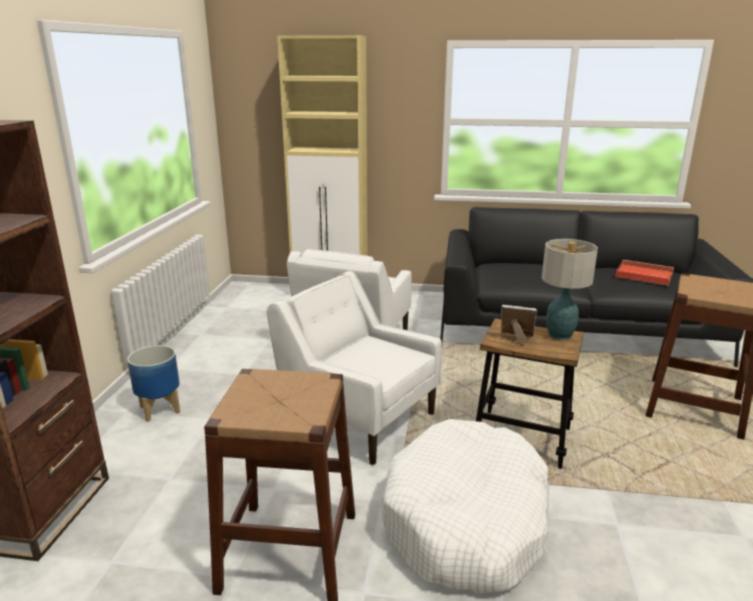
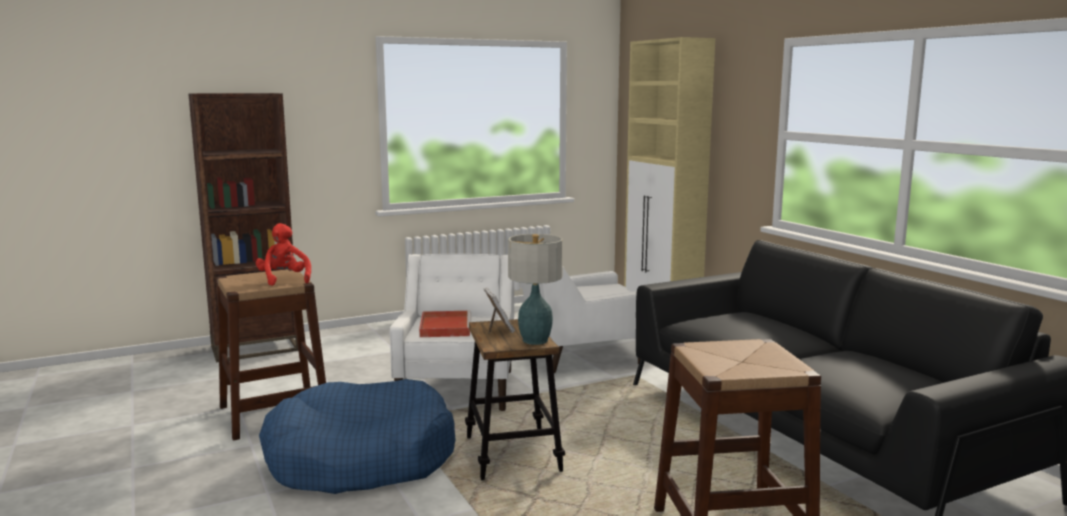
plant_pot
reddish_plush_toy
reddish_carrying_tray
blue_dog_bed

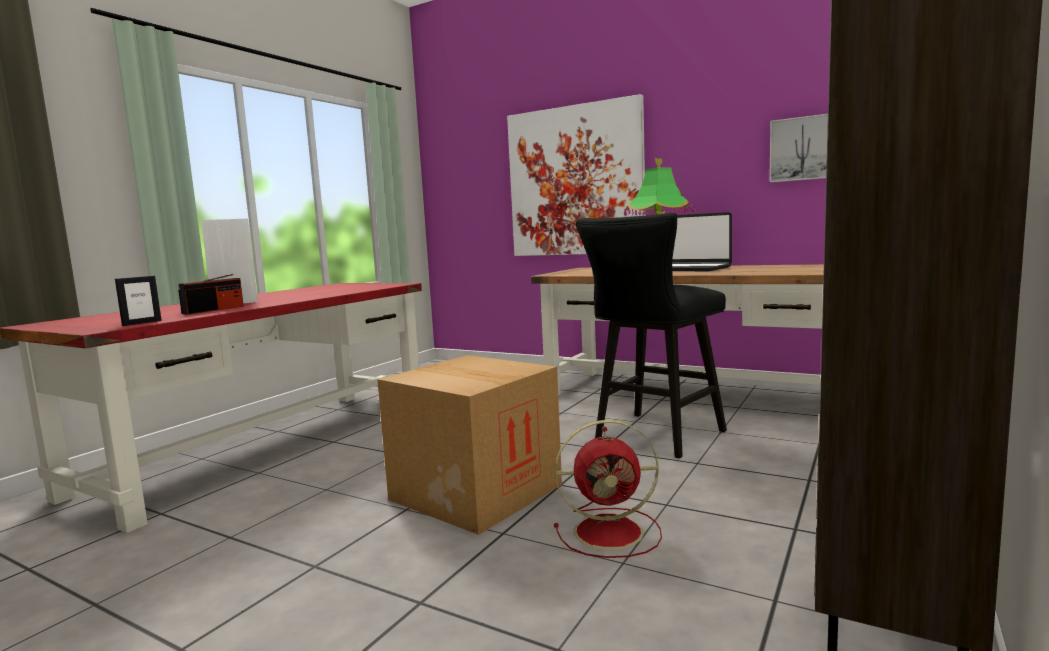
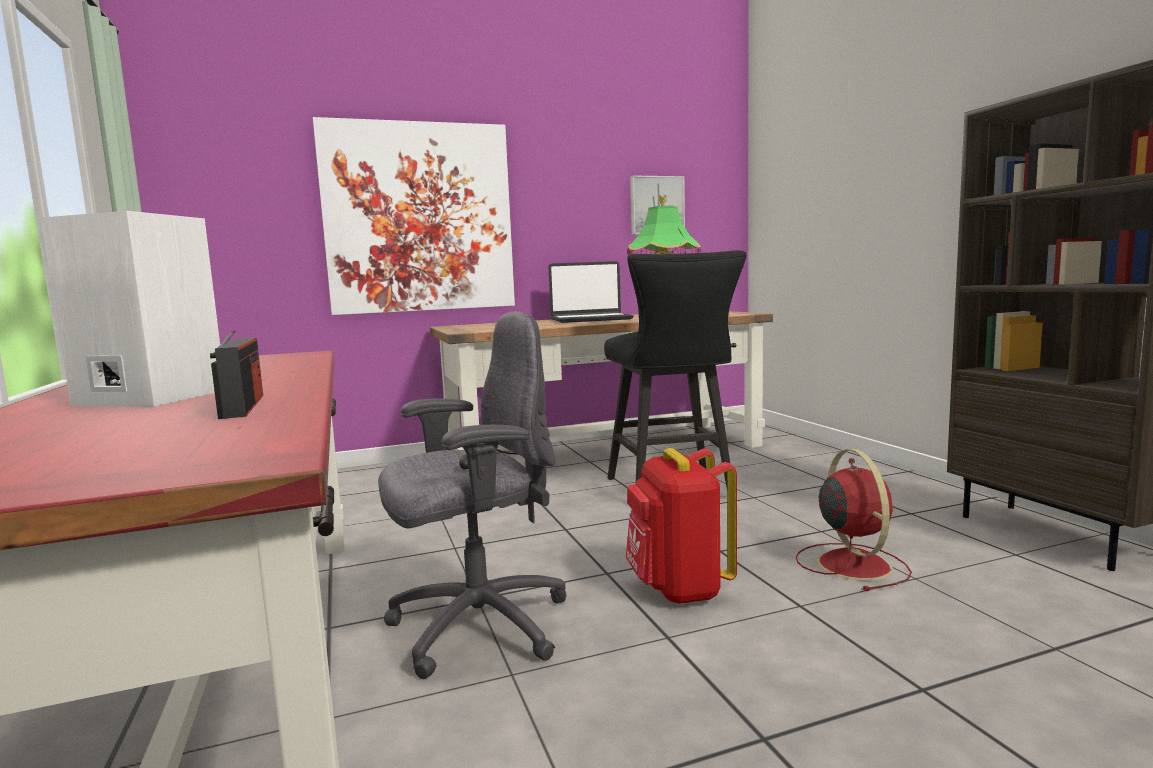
photo_frame
gray_computer_chair
reddish_backpack
reddish_cooling_fan

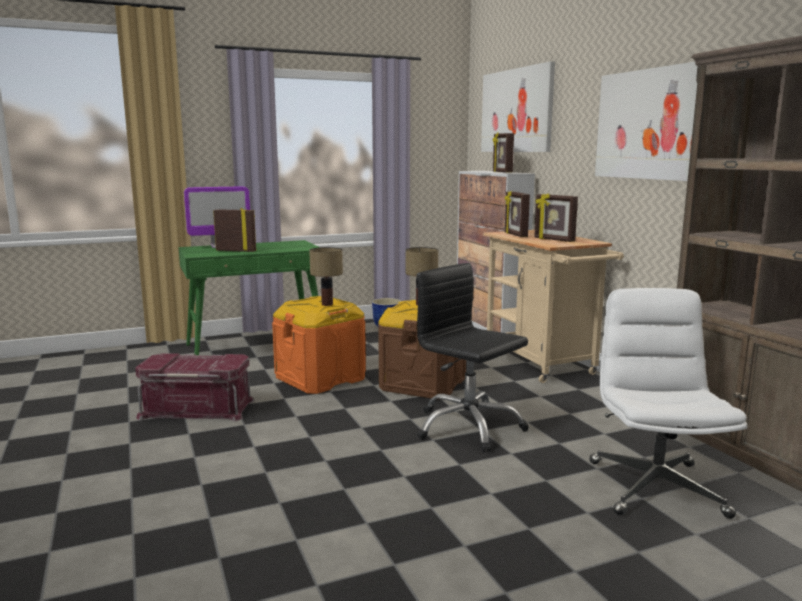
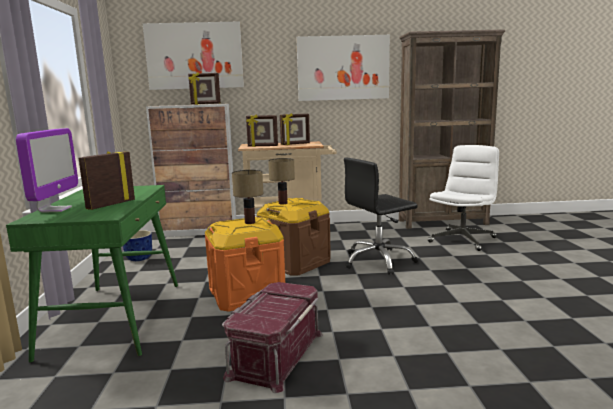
whitish_computer_chair

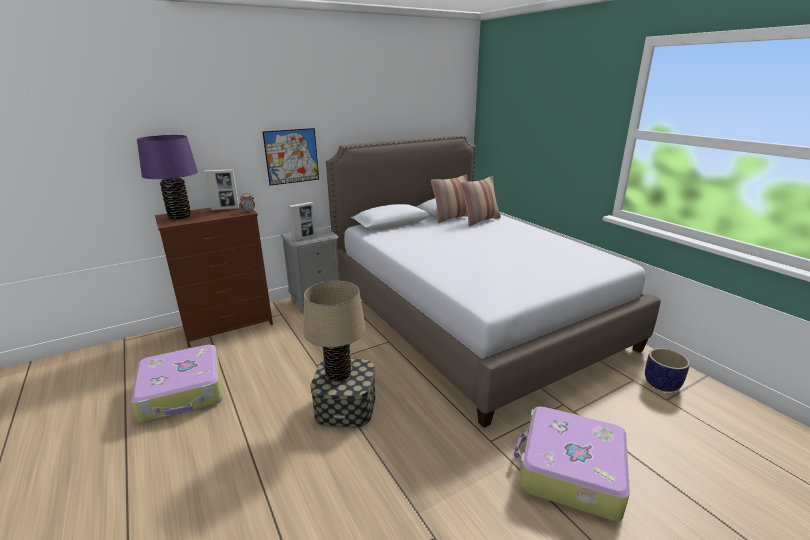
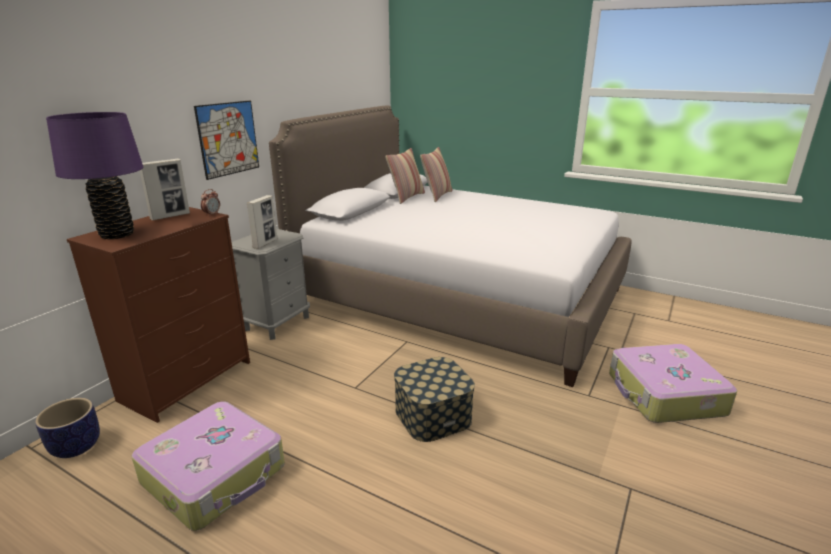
sand-coloured_table_lamp
plant_pot

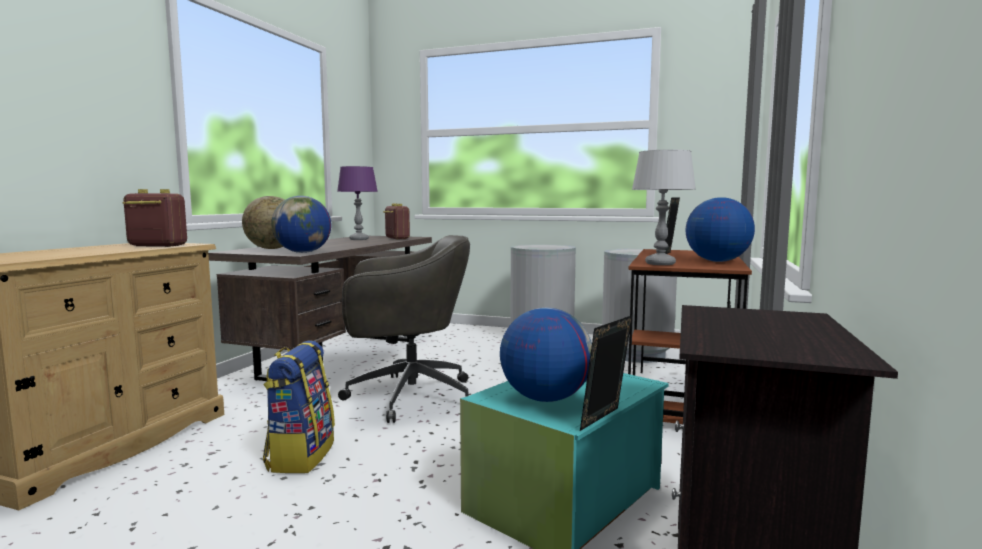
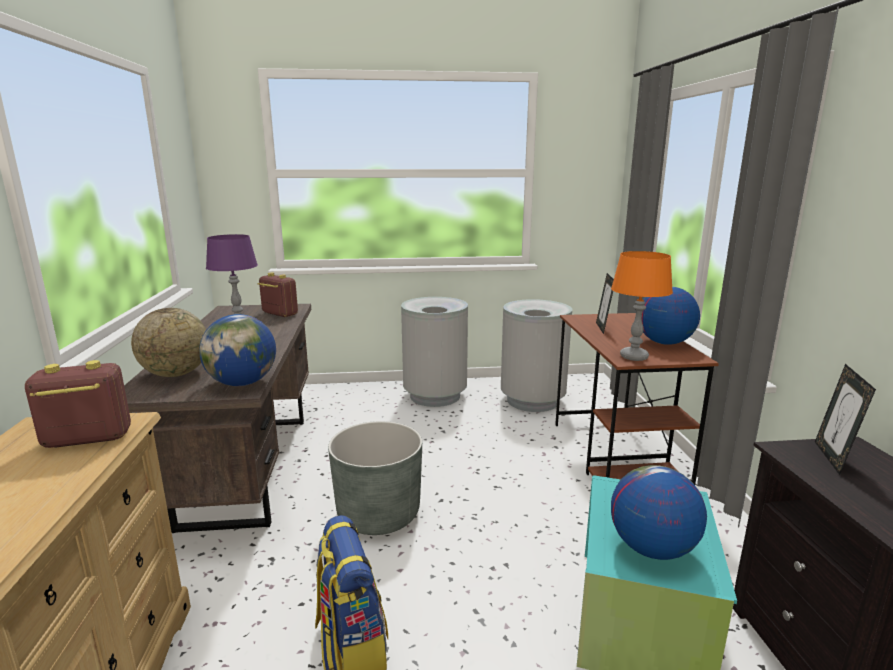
photo_frame (2nd from left)
gray_plant_pot
orangey_table_lamp

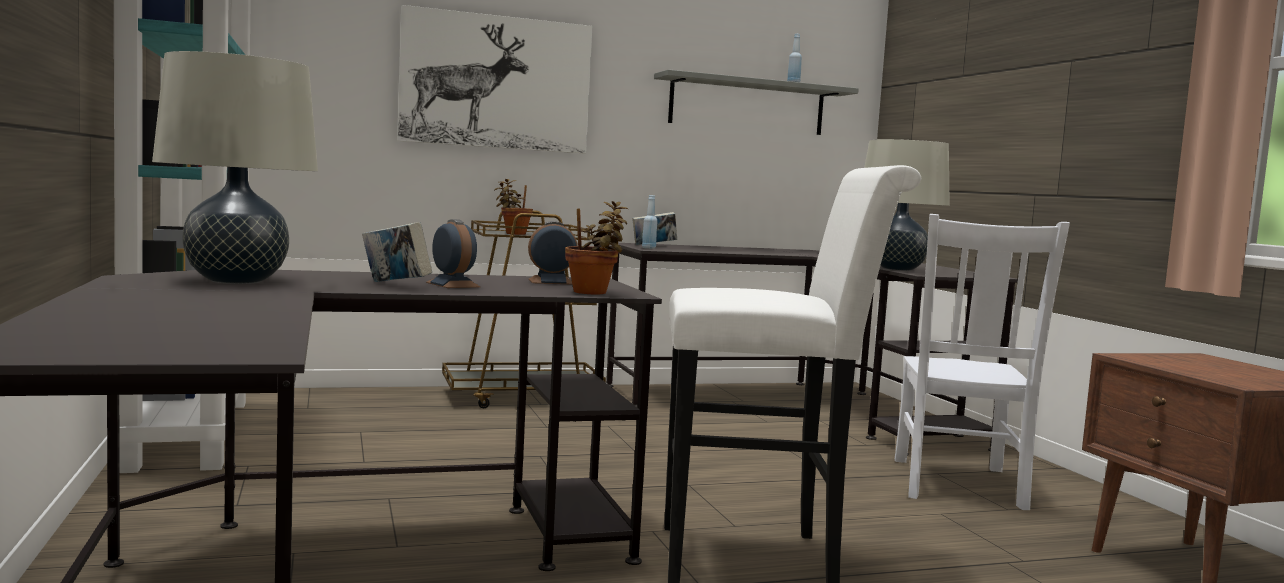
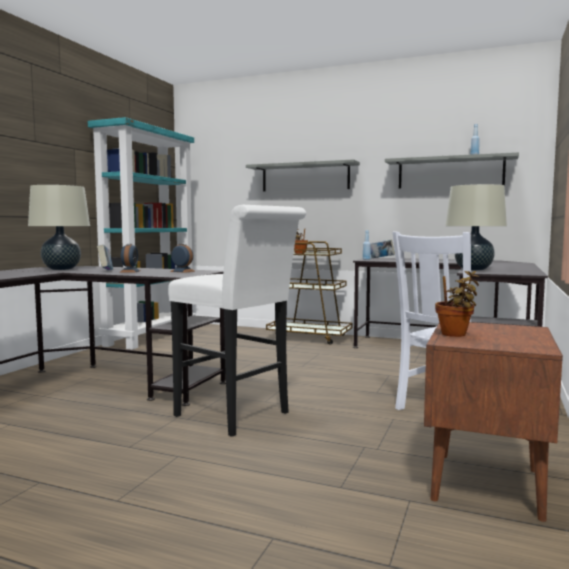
potted_plant (2nd from left)
gray_bracket_shelf (1st from left)

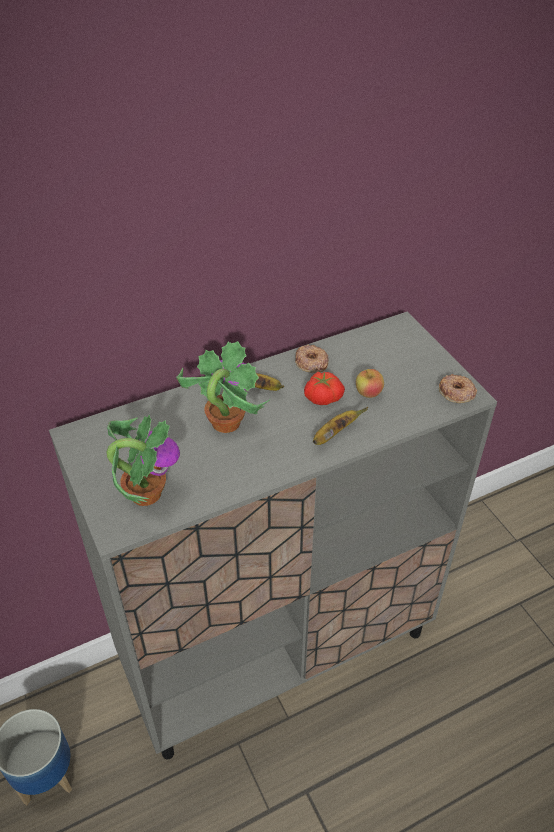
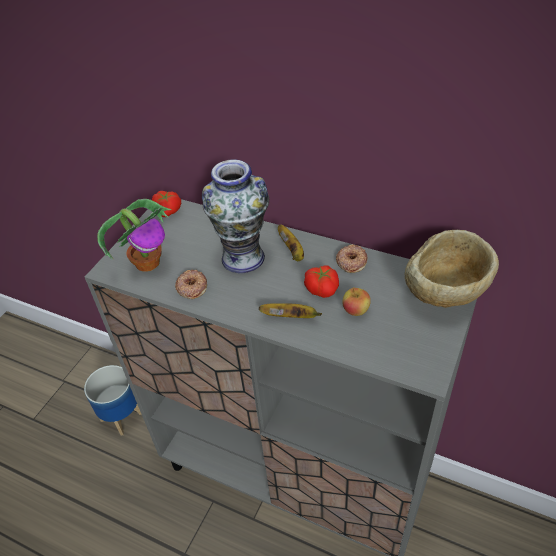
fresh_tomato (1st from left)
sand-coloured_deep_dish
ring_doughnut (1st from left)
vase

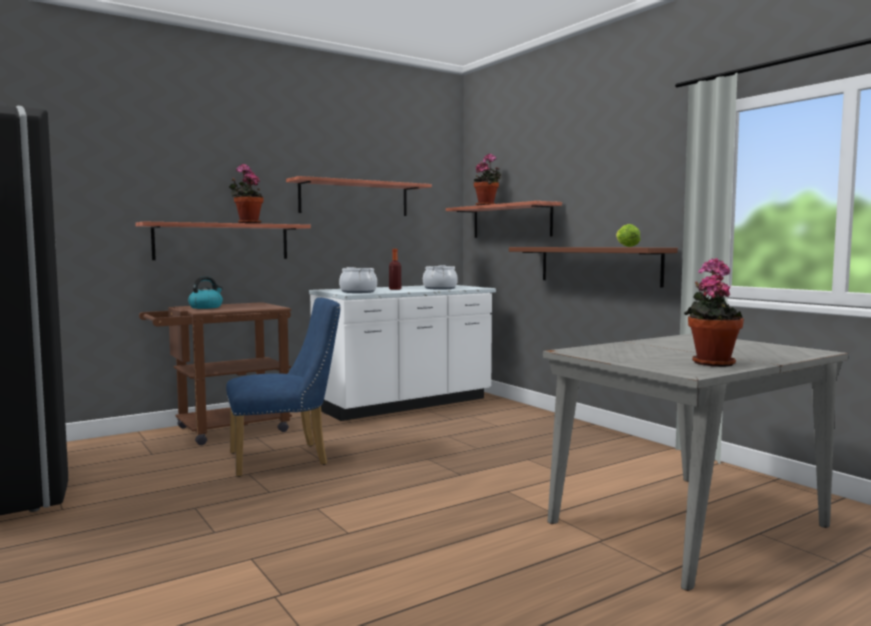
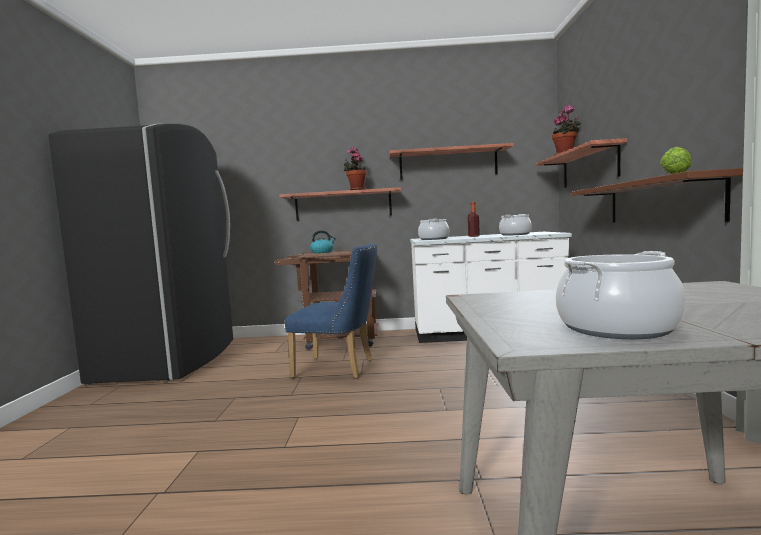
stockpot (3rd from left)

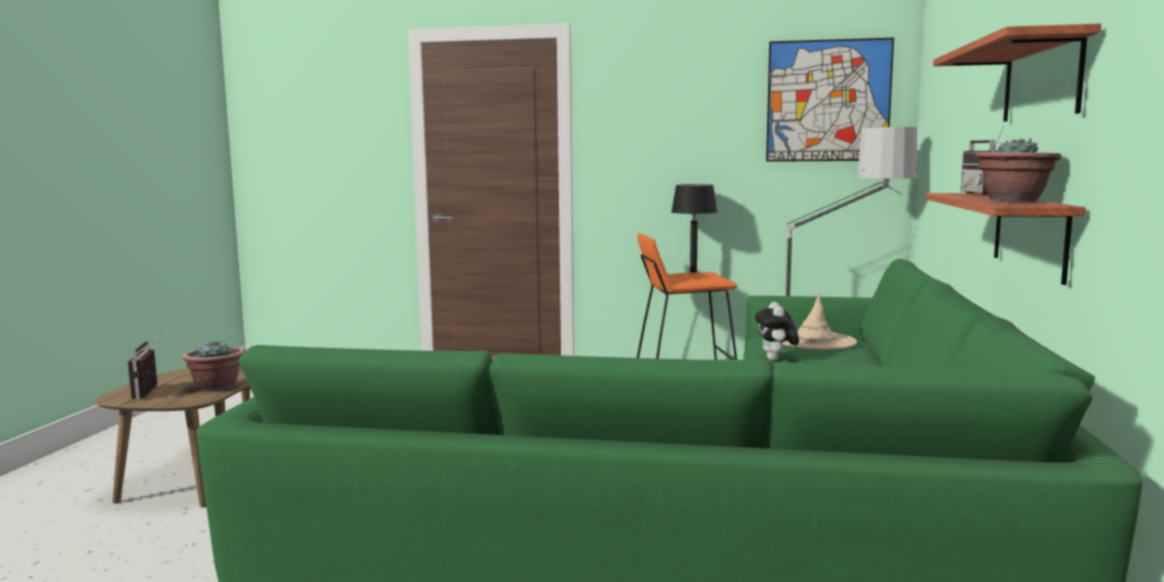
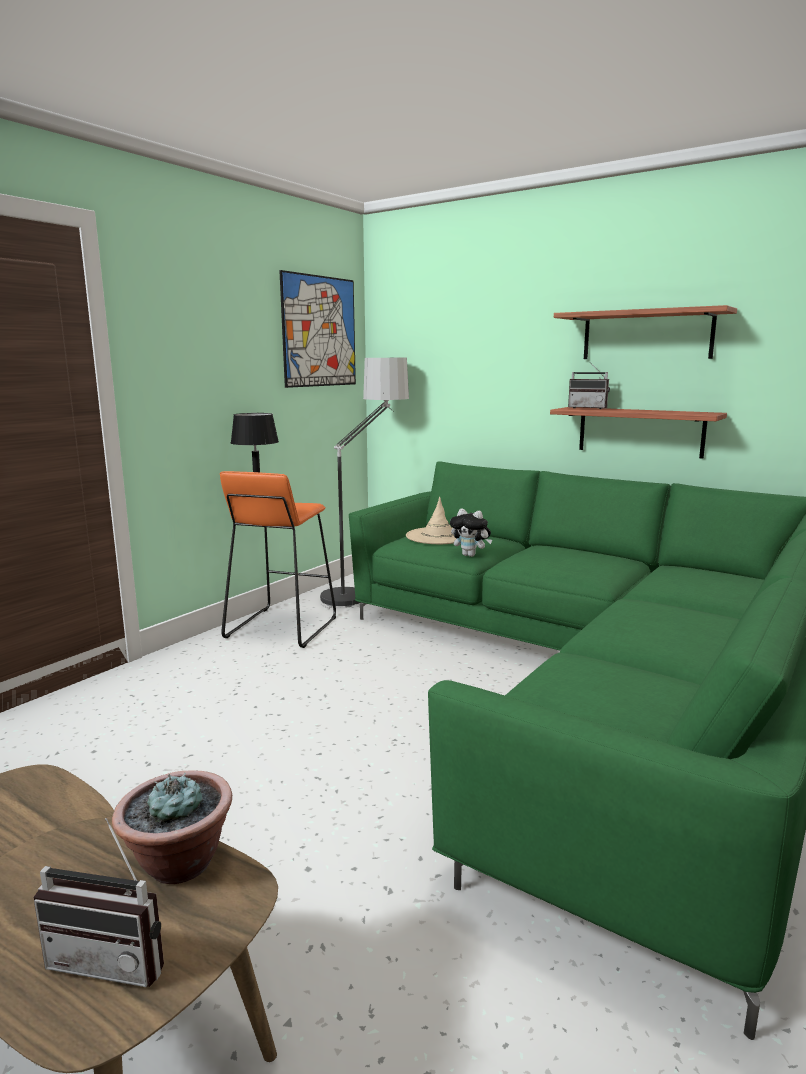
potted_plant (2nd from left in the first image)

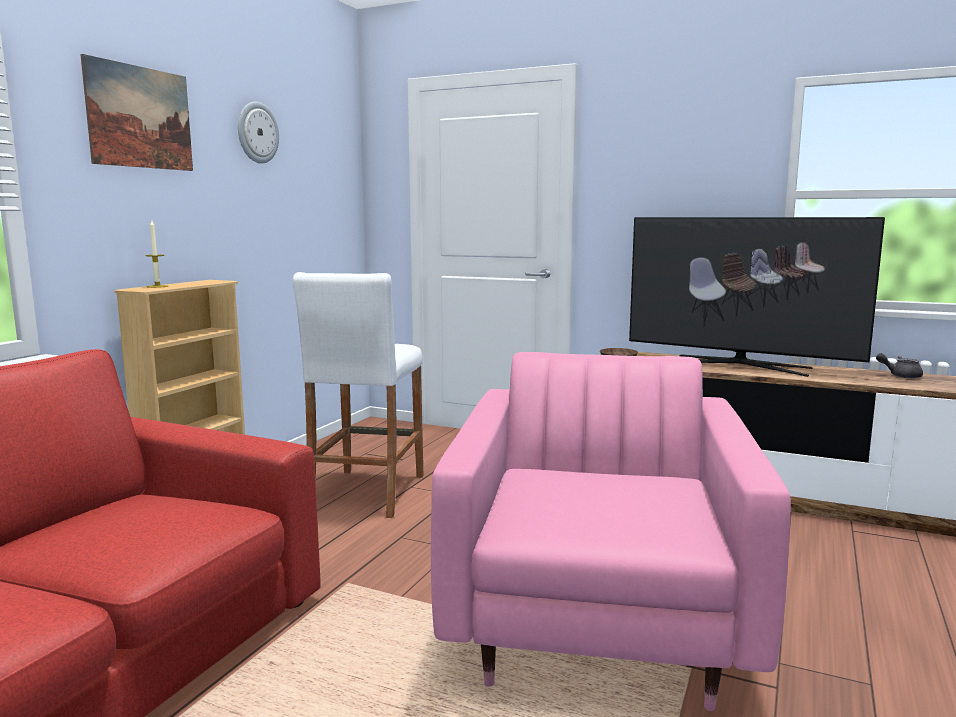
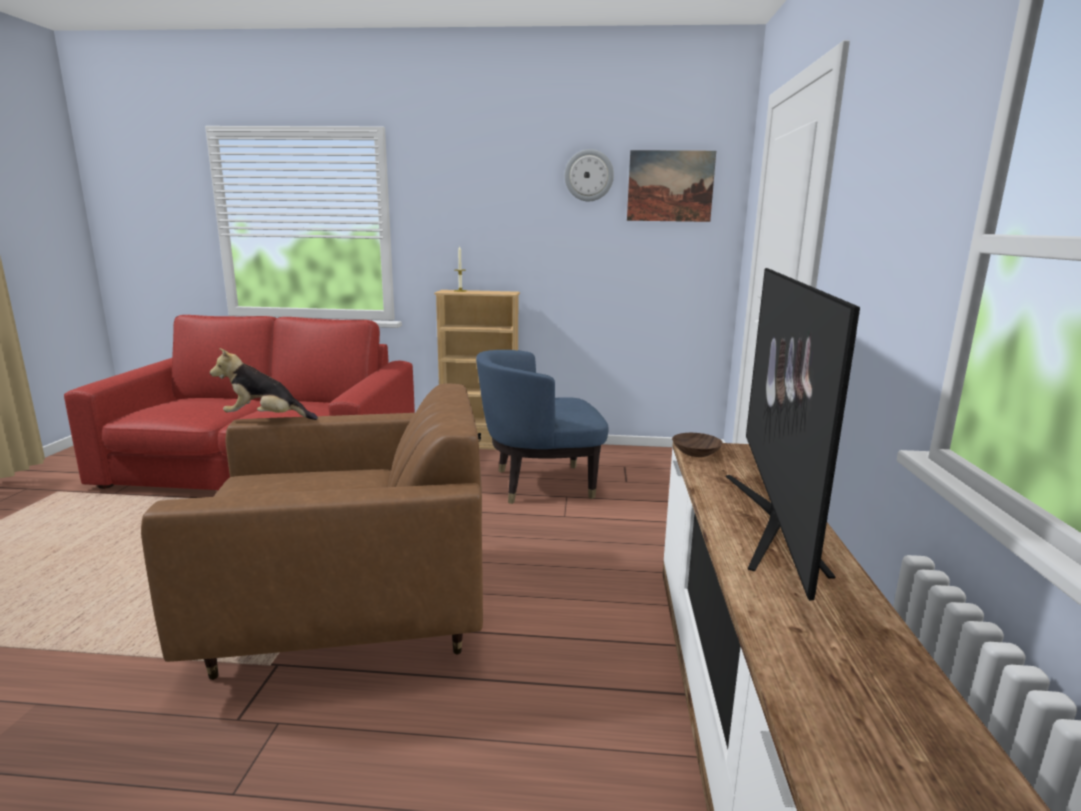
gray_pot_for_tea
plush_toy
wall_art
blue_easy_chair
brownish_easy_chair

